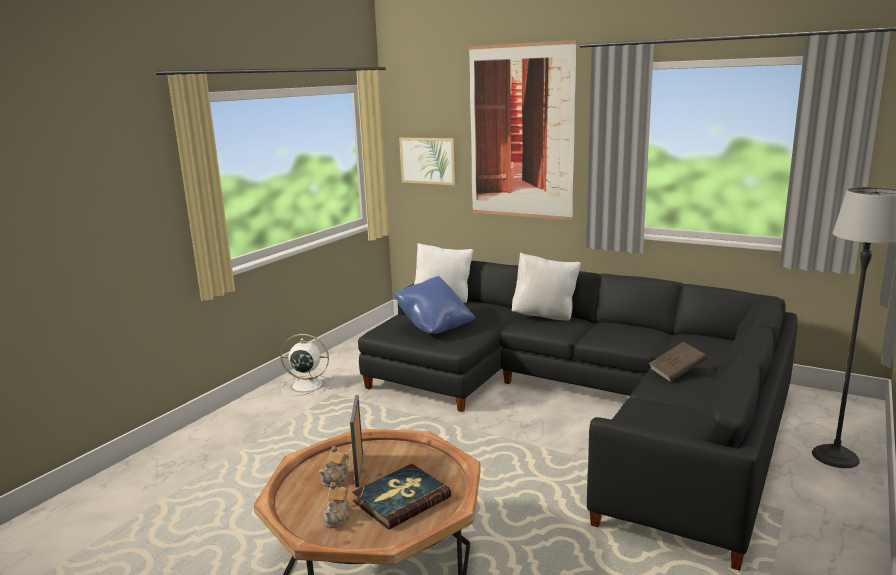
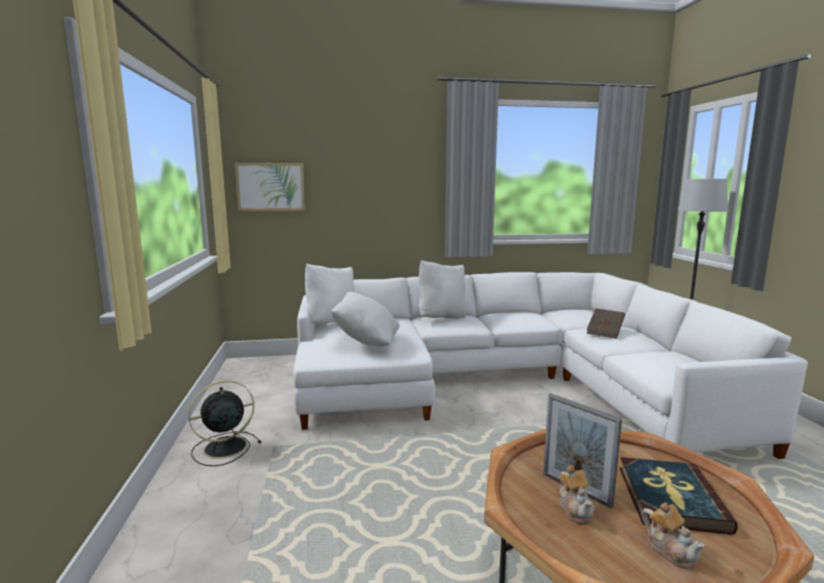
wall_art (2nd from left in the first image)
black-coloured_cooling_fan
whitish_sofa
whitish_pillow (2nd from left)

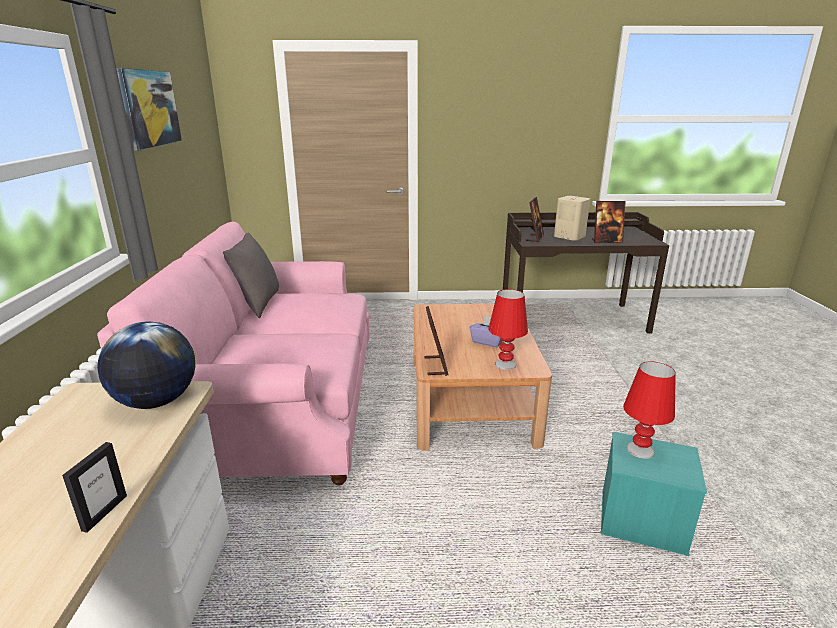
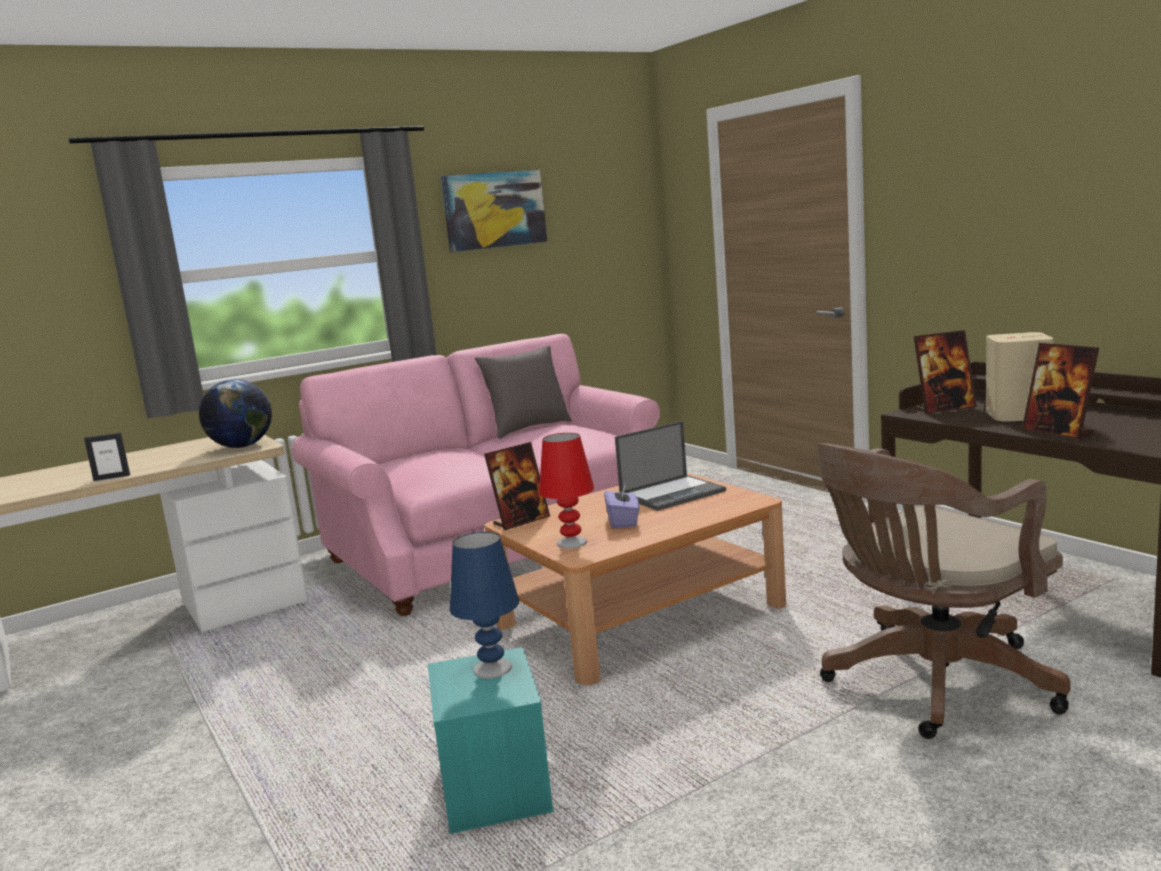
laptop
brownish_computer_chair
blue_table_lamp

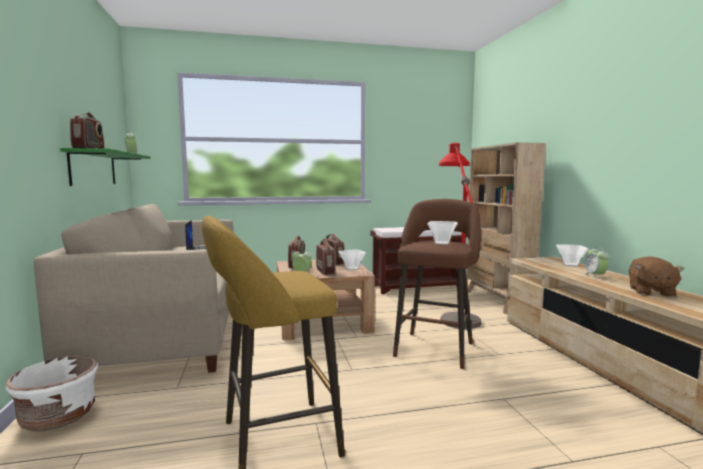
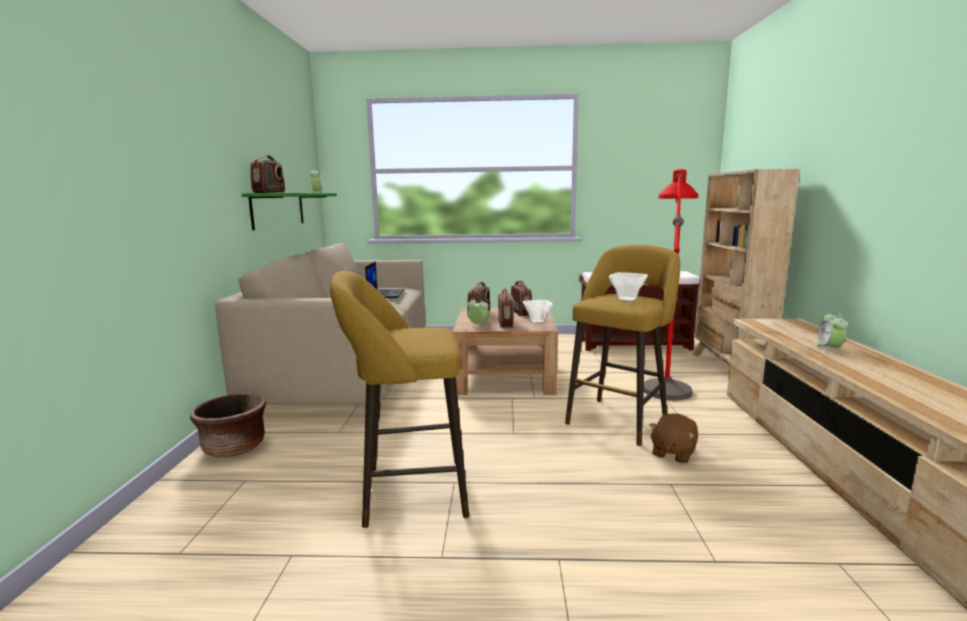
deep_dish (3rd from left in the first image)
brownish_plush_toy
brownish_plant_pot
yellow-coloured_stool_seat (2nd from left)

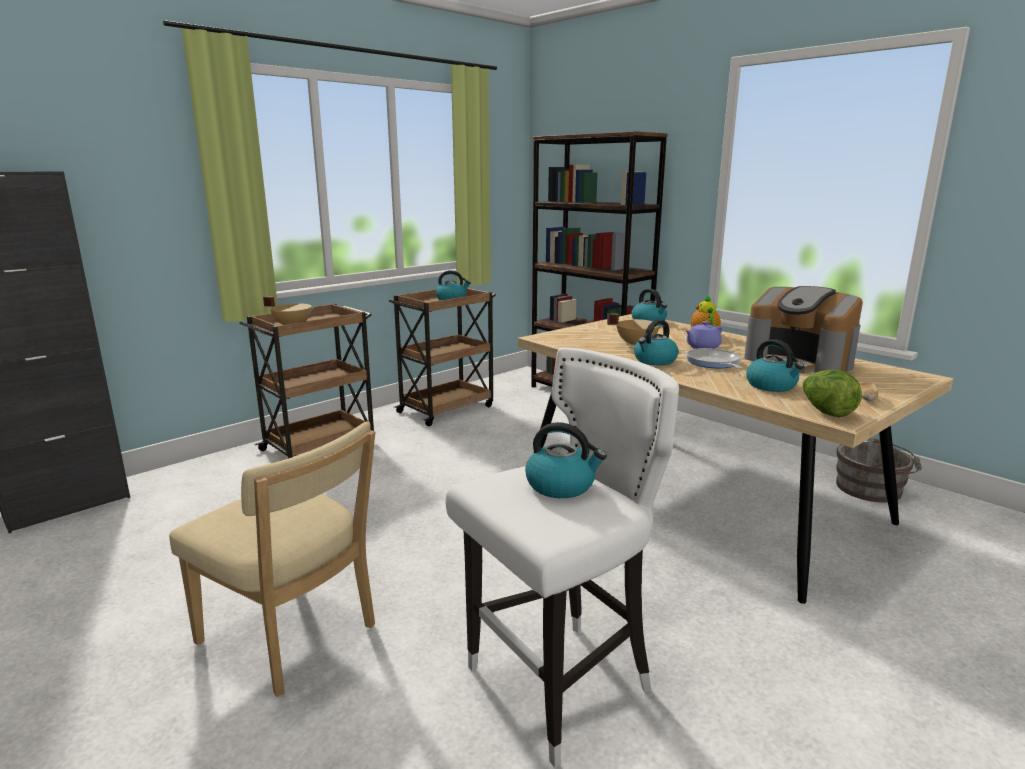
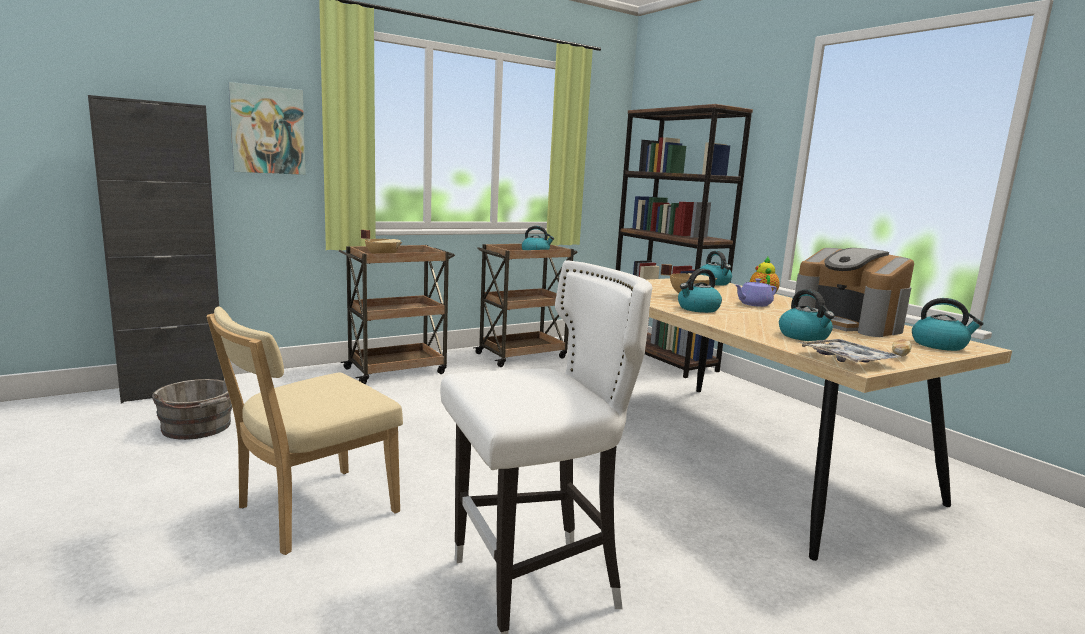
pan
wall_art
kettle (5th from left)
gray_pail
carrying_tray
sand-coloured_upright_chair

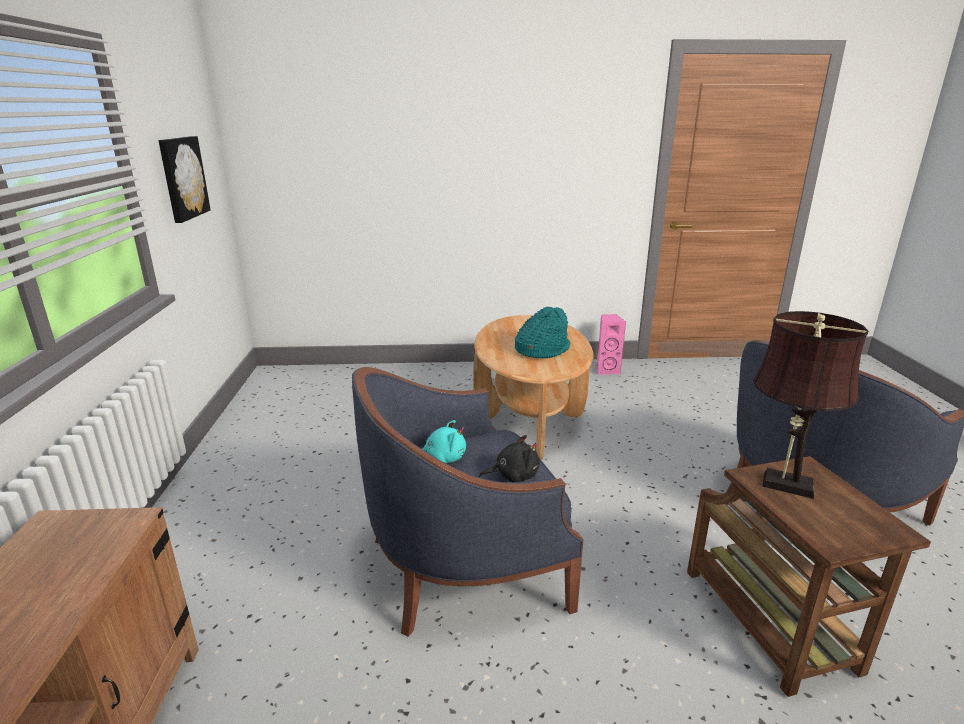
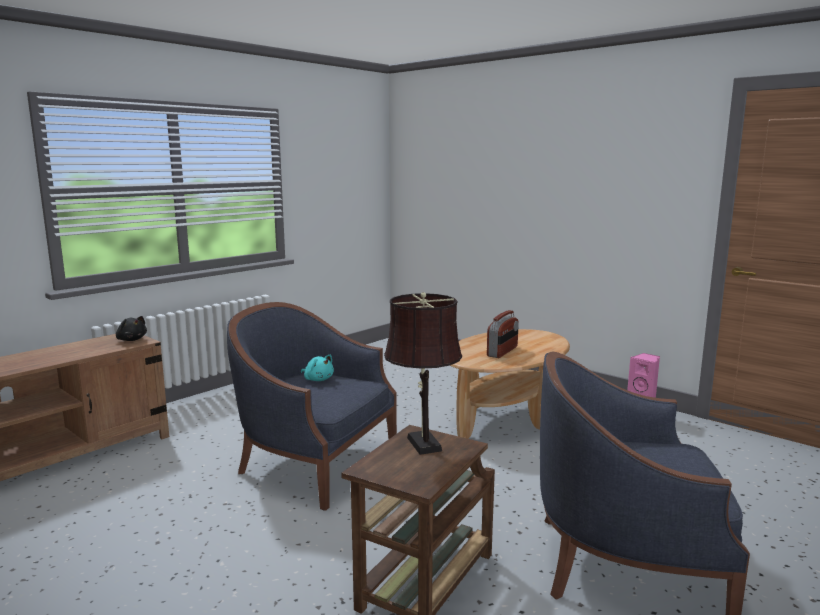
wall_art
black-coloured_plush_toy
radio_receiver

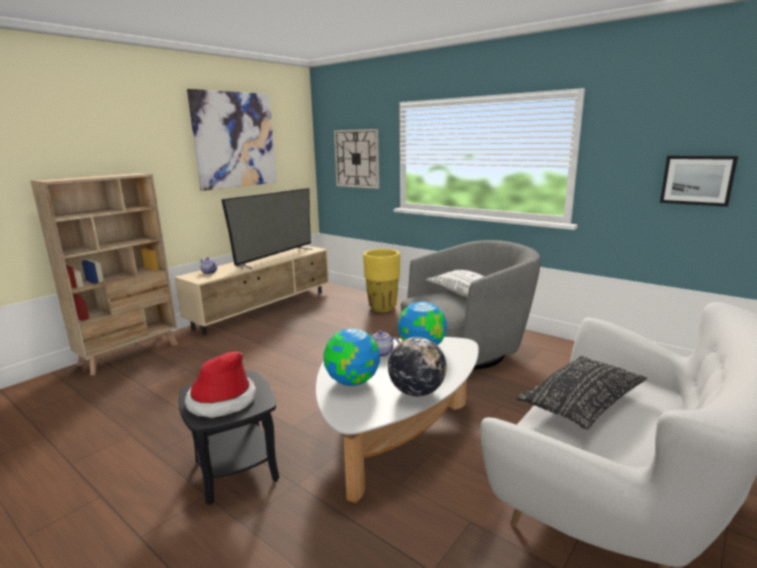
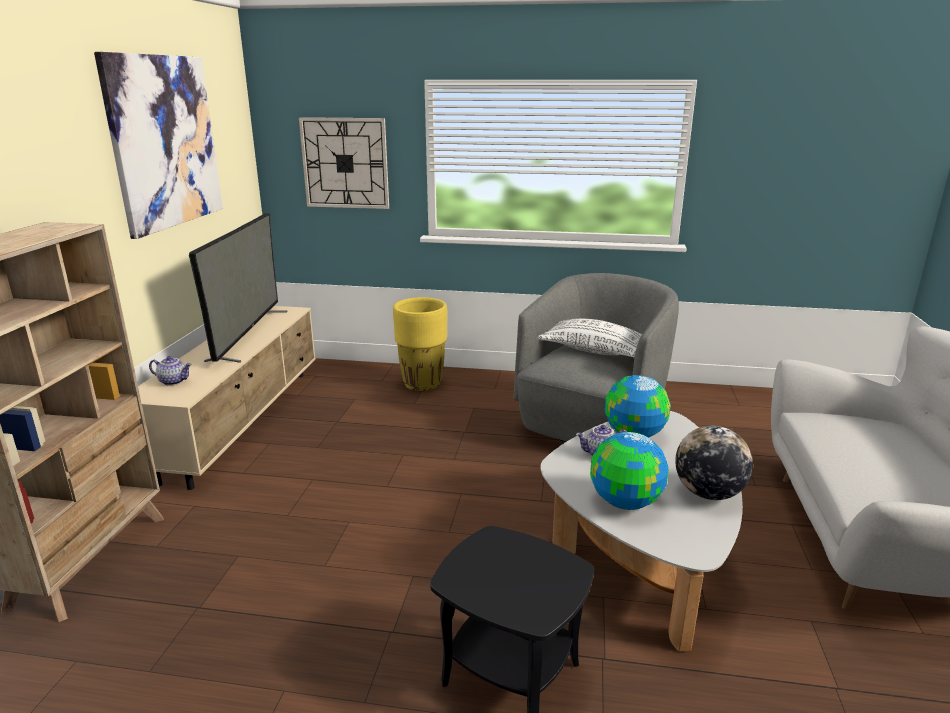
wearable_hat
black-coloured_pillow
wall_art (2nd from left in the first image)

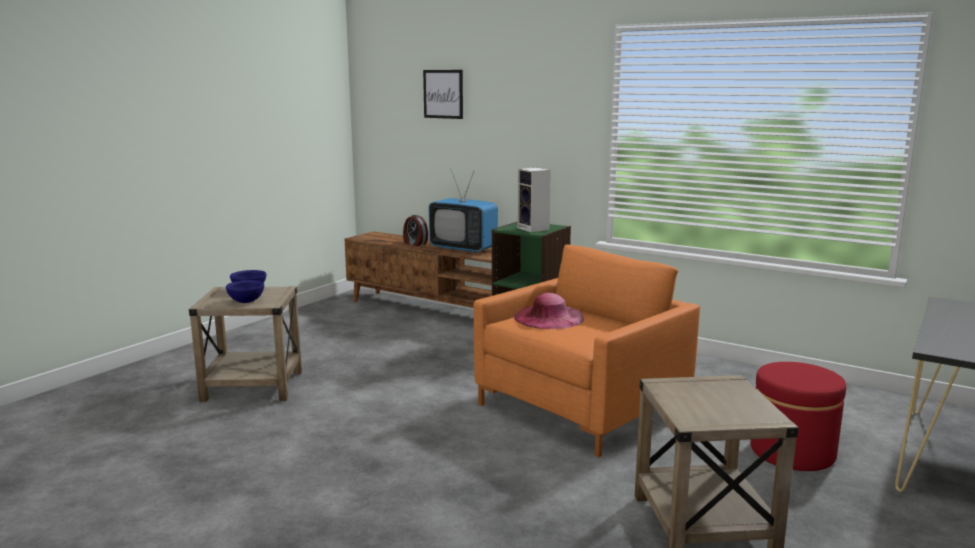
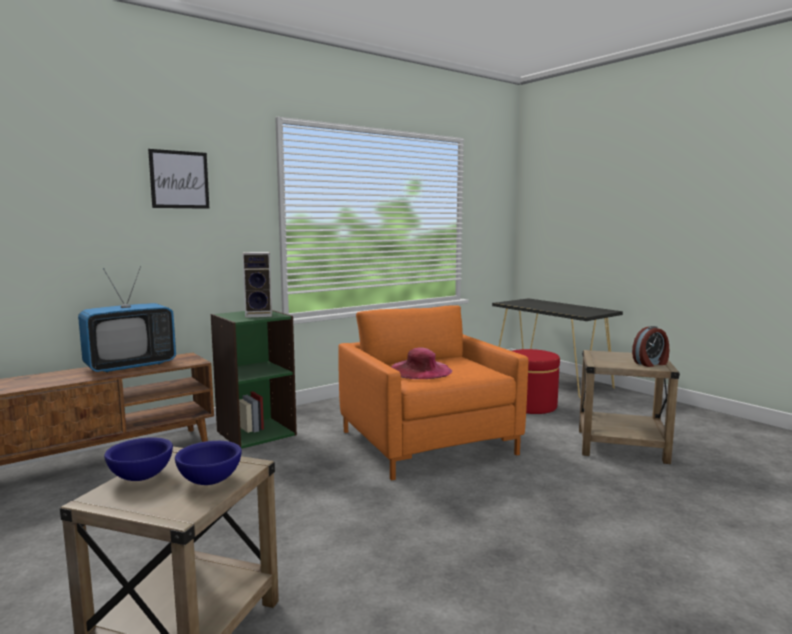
table_clock
wall_art

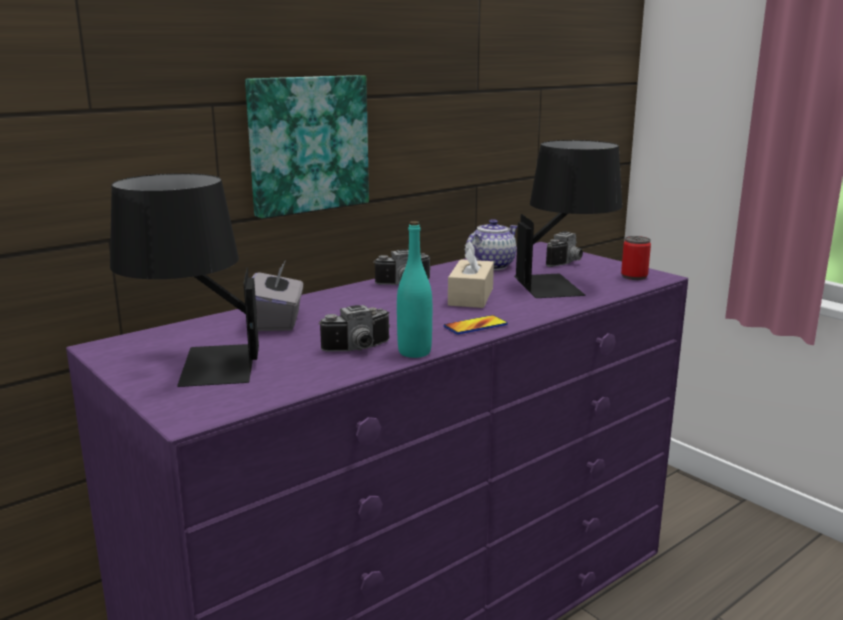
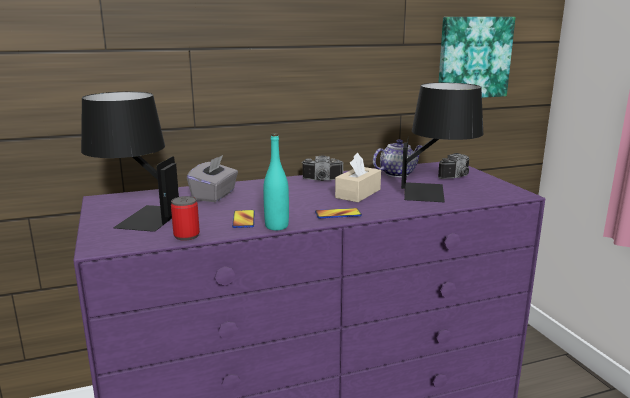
wall_art
can
phone (1st from left)

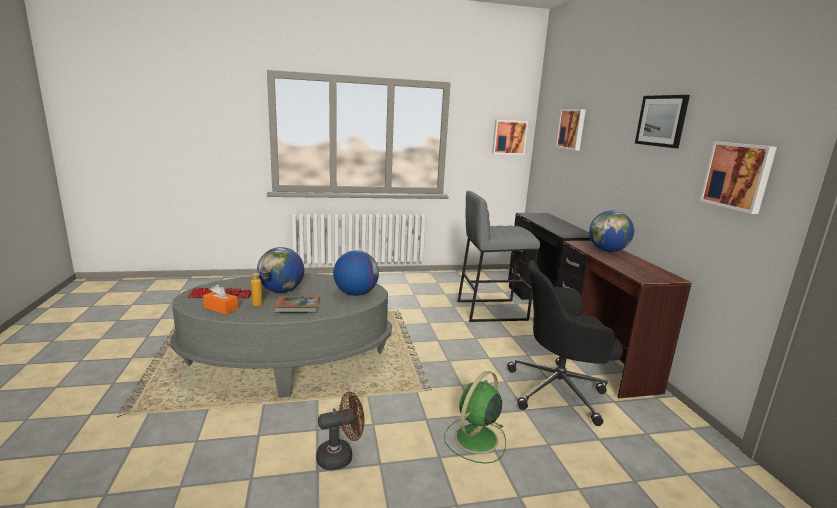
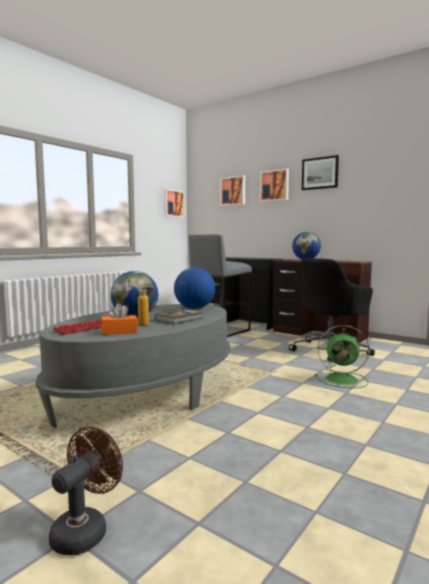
brownish_cooling_fan
wall_art (3rd from left)
greenish_cooling_fan

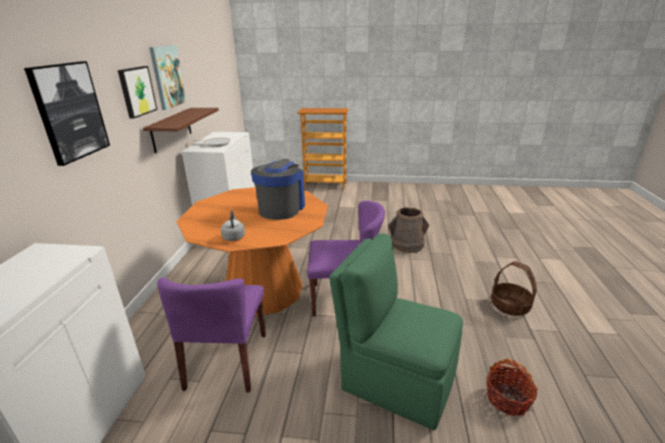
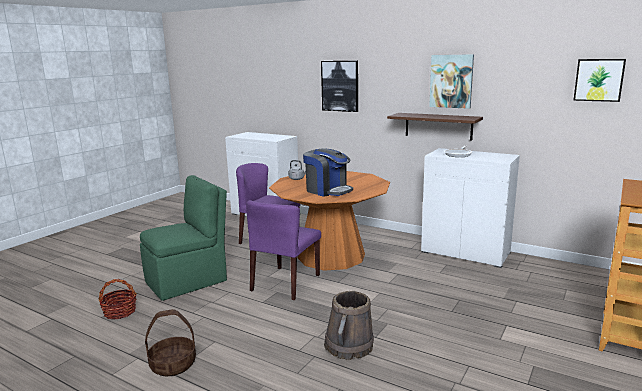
wall_art (3rd from left)

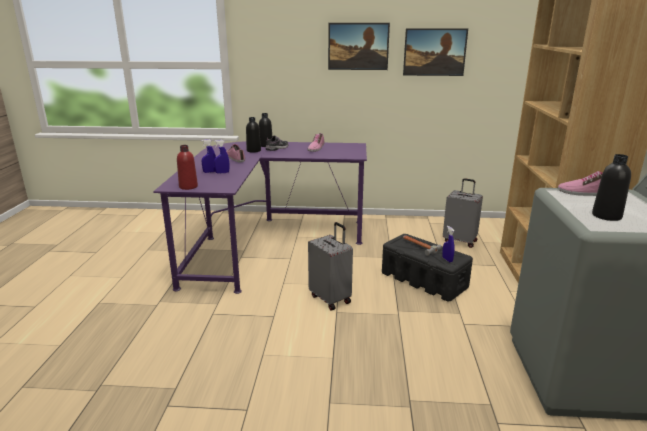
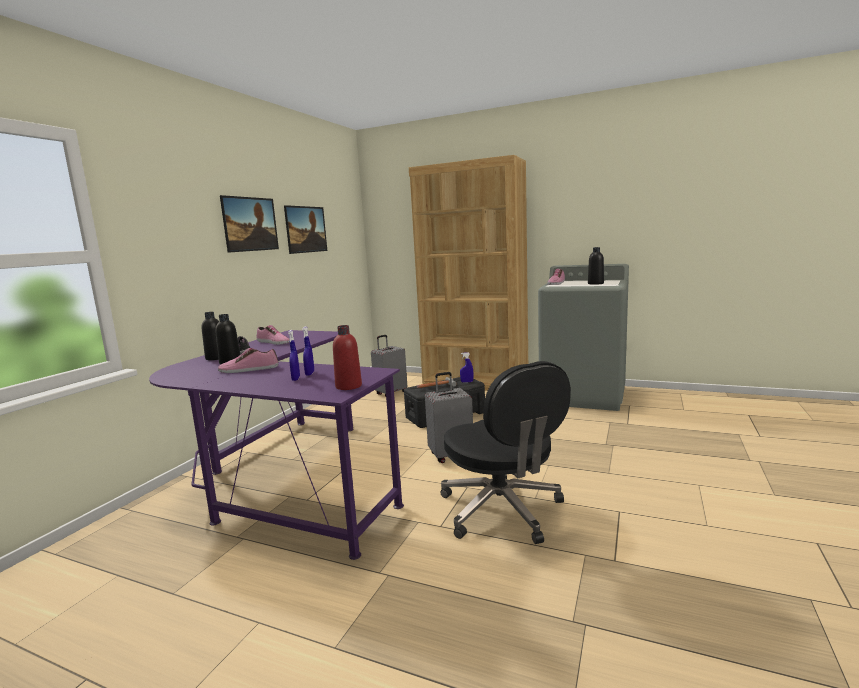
black-coloured_computer_chair

